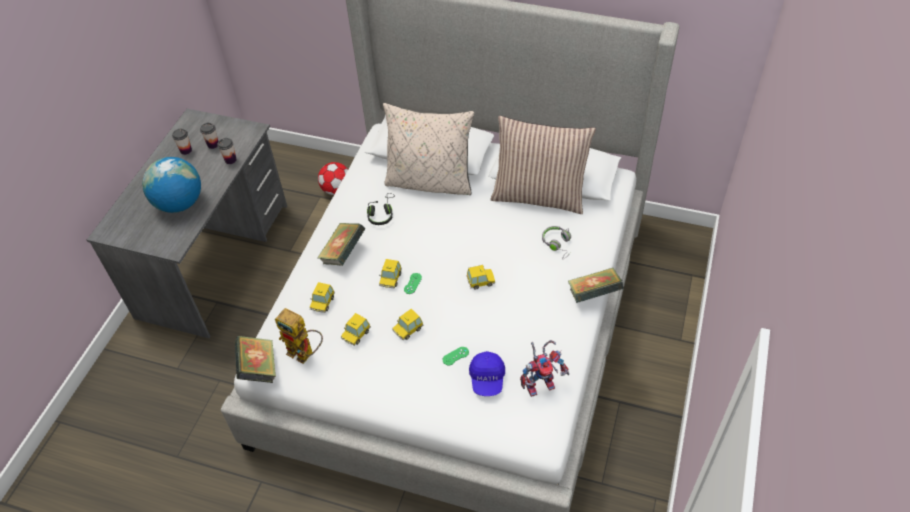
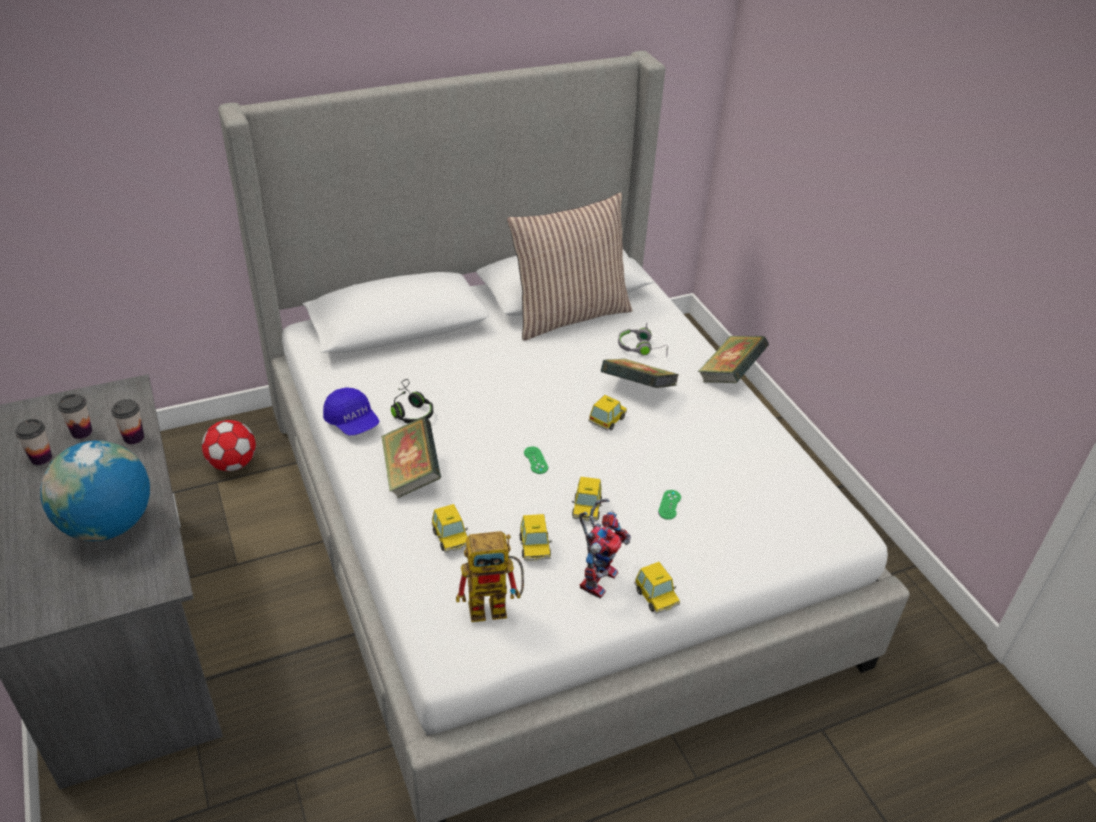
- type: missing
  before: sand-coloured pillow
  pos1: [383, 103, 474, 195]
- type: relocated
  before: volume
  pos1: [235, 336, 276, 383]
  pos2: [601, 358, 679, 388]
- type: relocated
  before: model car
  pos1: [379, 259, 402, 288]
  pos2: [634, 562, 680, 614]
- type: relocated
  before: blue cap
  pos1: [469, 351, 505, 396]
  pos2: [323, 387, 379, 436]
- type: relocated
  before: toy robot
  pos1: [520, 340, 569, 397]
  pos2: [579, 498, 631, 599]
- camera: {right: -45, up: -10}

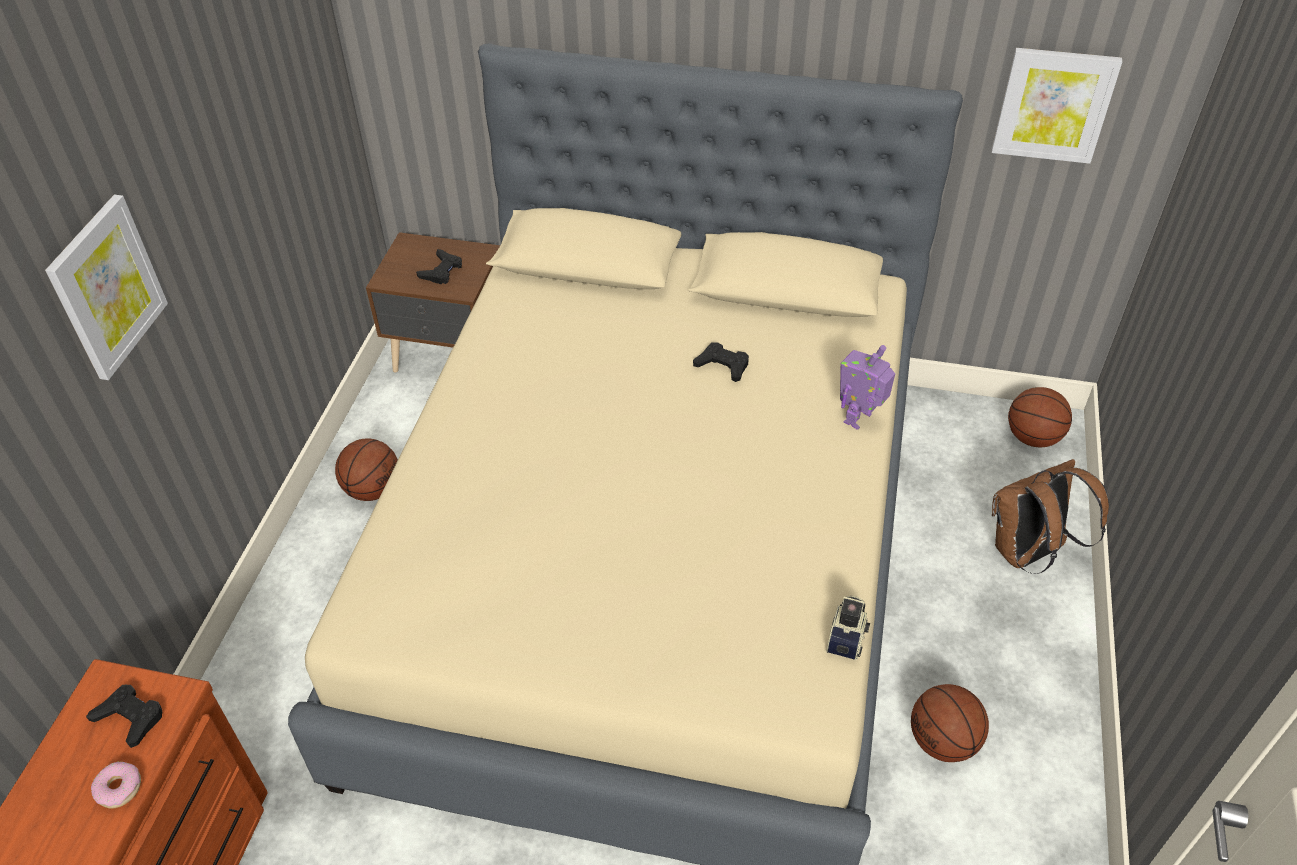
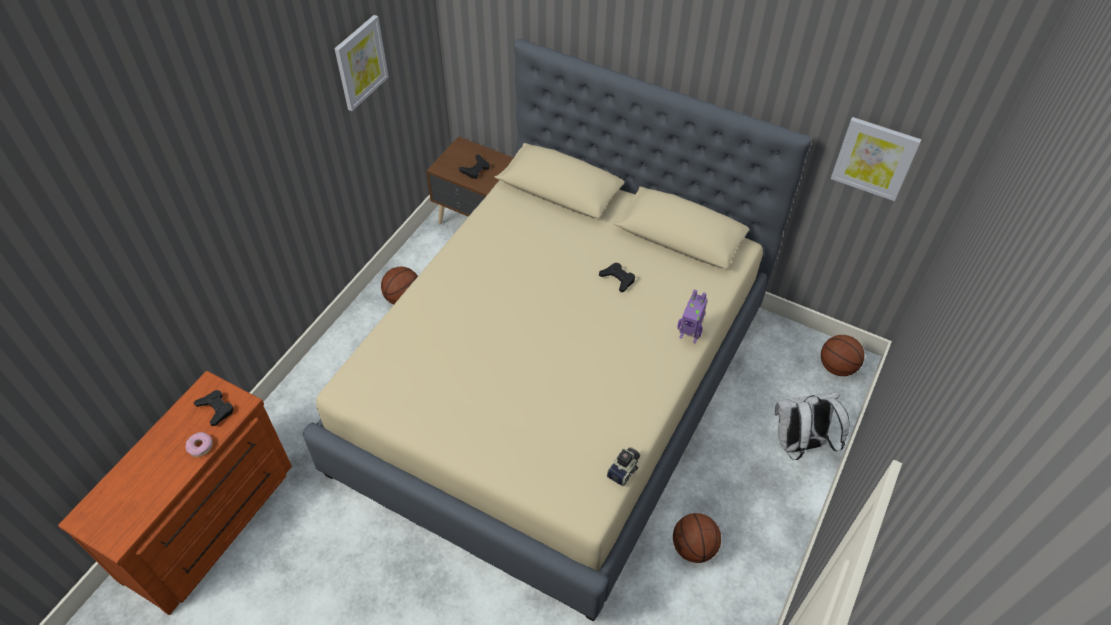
- type: relocated
  before: picture
  pos1: [45, 194, 168, 380]
  pos2: [334, 15, 389, 111]
- type: colour
  before: brownish knapsack
  after: whitish knapsack
  pos1: [992, 459, 1109, 574]
  pos2: [775, 392, 850, 460]
- type: spun
  before: toy robot
  pos1: [840, 345, 895, 430]
  pos2: [677, 289, 707, 344]
  turn: -120
- camera: {right: 15, up: 5}

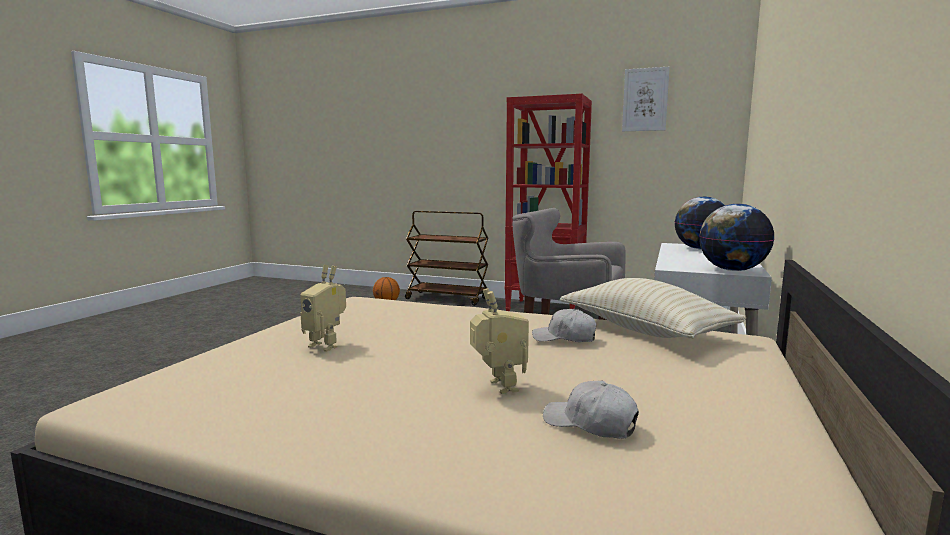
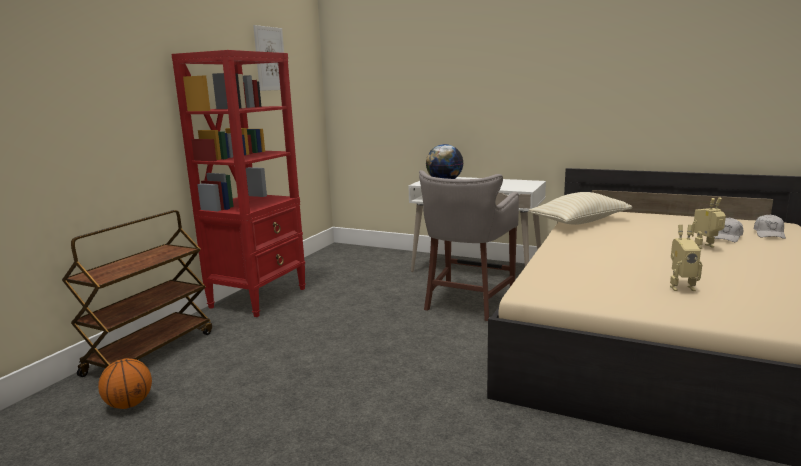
- type: missing
  before: desk globe
  pos1: [699, 204, 775, 271]
- type: relocated
  before: whitish cap
  pos1: [532, 309, 597, 342]
  pos2: [754, 214, 786, 239]
- type: spun
  before: toy robot
  pos1: [300, 265, 346, 352]
  pos2: [670, 225, 702, 291]
  turn: 60
- camera: {right: -85, up: 5}

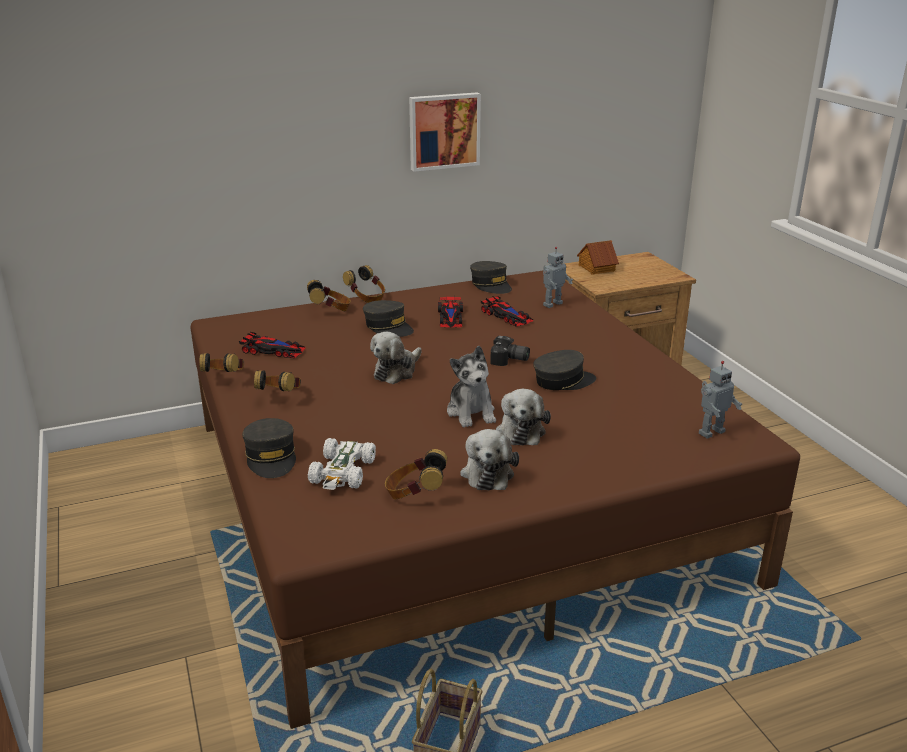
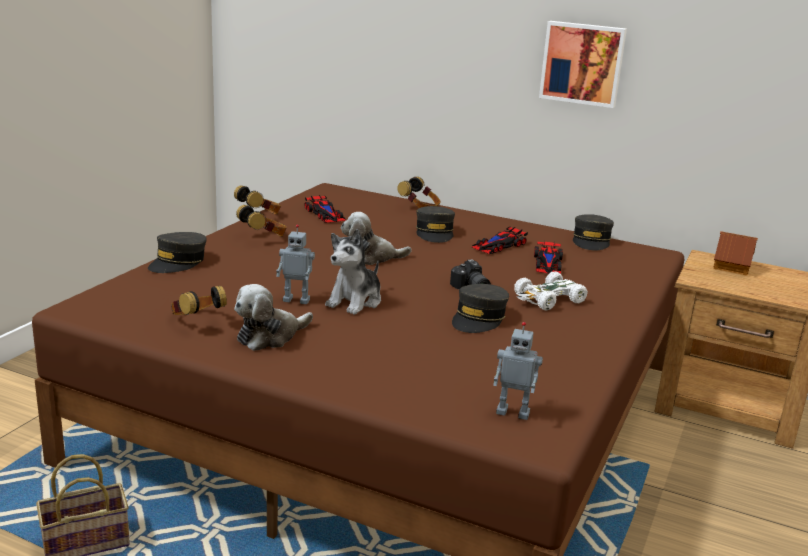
- type: missing
  before: headphones
  pos1: [343, 265, 385, 303]
- type: missing
  before: cuddly toy
  pos1: [496, 389, 551, 445]
- type: relocated
  before: whitish model car
  pos1: [308, 438, 376, 490]
  pos2: [514, 271, 588, 311]
- type: relocated
  before: toy robot
  pos1: [543, 247, 573, 308]
  pos2: [276, 224, 315, 304]
- type: spun
  before: greyish cap
  pos1: [533, 350, 596, 390]
  pos2: [452, 284, 509, 333]
  turn: 90
- camera: {right: 45, up: -5}

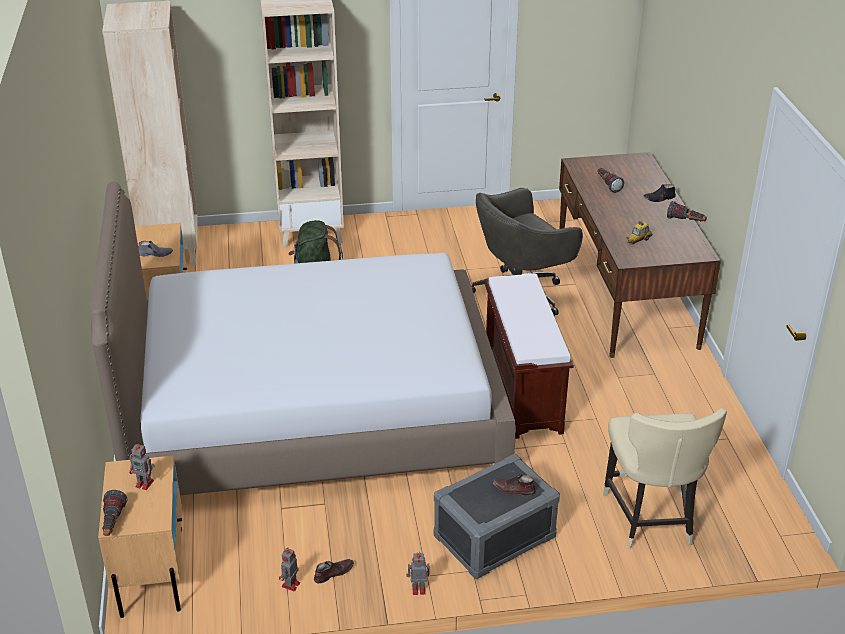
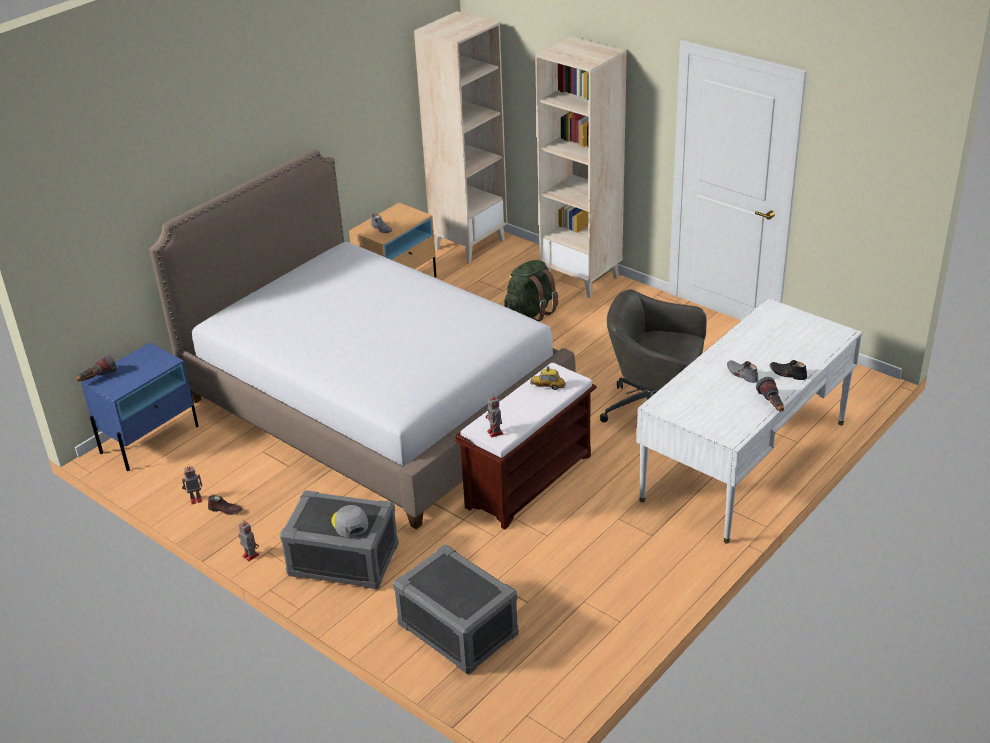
- type: missing
  before: torch
  pos1: [597, 168, 624, 193]
- type: appeared
  after: greyish item of footwear
  pos2: [727, 360, 758, 383]
- type: relocated
  before: toy robot
  pos1: [129, 442, 155, 490]
  pos2: [486, 394, 503, 438]
- type: relocated
  before: model car
  pos1: [626, 221, 653, 244]
  pos2: [530, 366, 566, 390]
- type: exchanged
  before: brownish item of footwear
  after: greyish cap
  pos1: [493, 474, 536, 495]
  pos2: [331, 505, 368, 537]
- type: exchanged
  before: sand-coloured upright chair
  after: greyish storage container
  pos1: [603, 408, 727, 549]
  pos2: [393, 544, 519, 674]
- type: colour
  before: sand-coloured night table
  after: blue night table
  pos1: [98, 455, 182, 618]
  pos2: [81, 343, 199, 471]
- type: colour
  before: brownish desk
  after: whitish desk
  pos1: [559, 152, 721, 358]
  pos2: [637, 298, 862, 544]
- camera: {right: 50, up: 0}

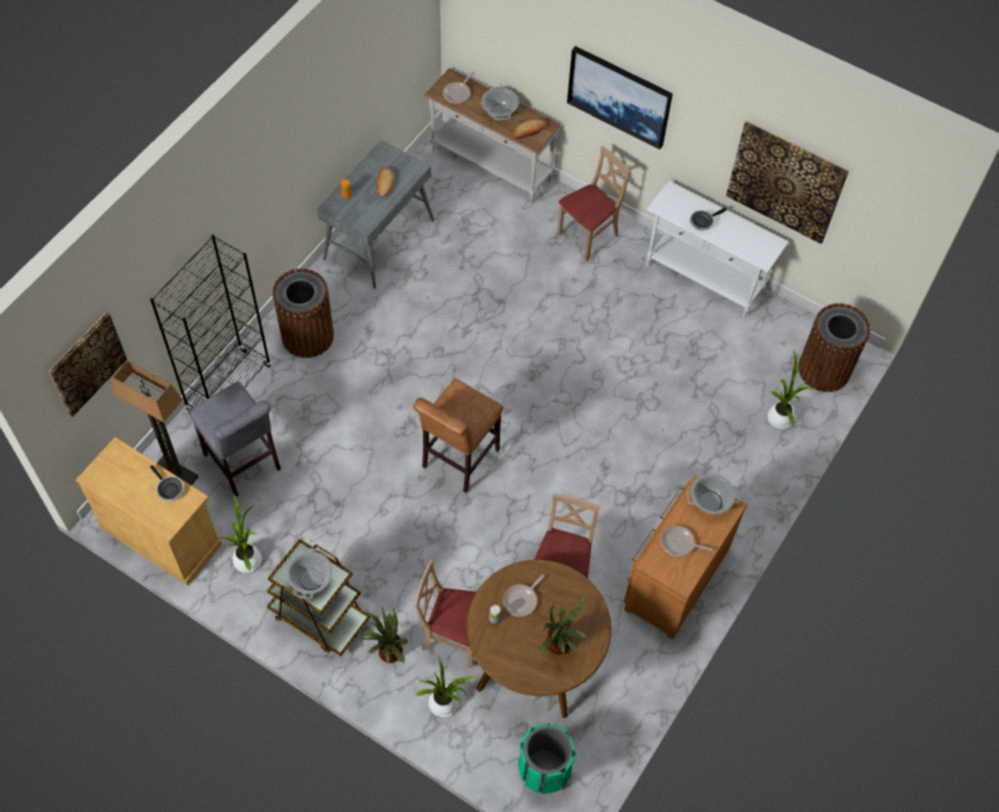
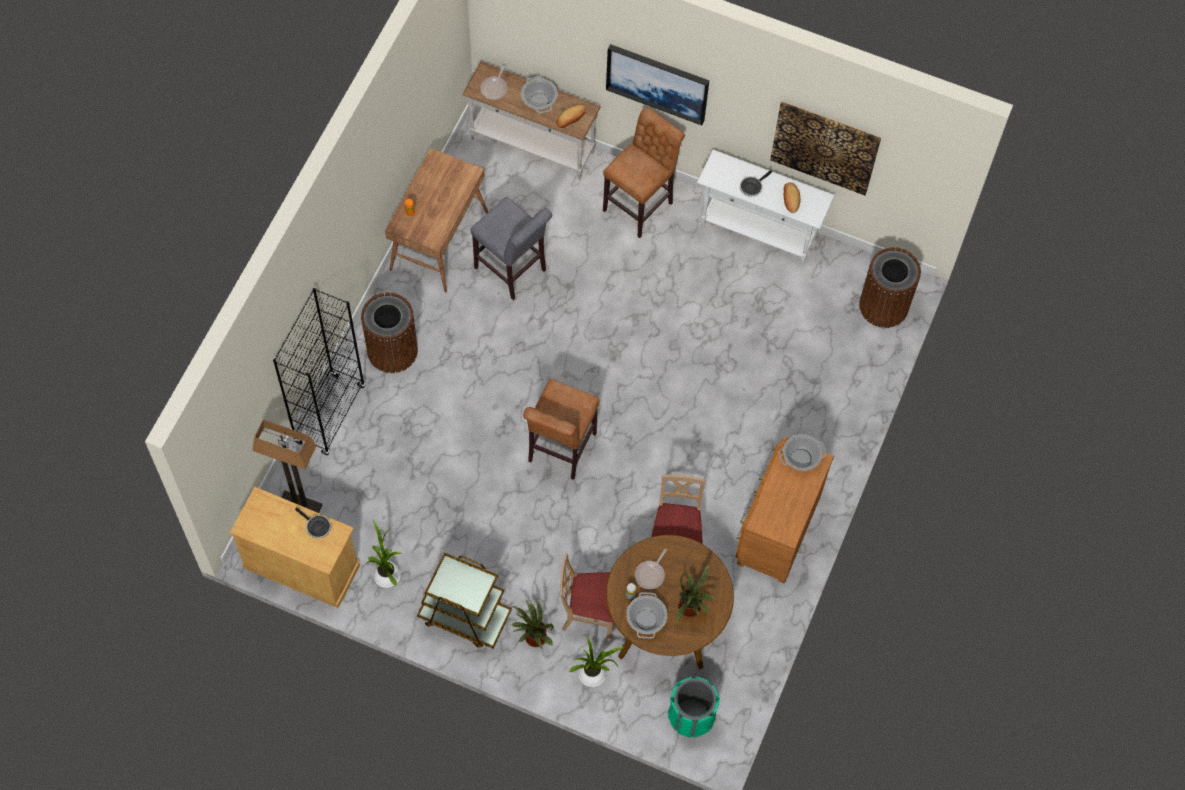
- type: missing
  before: picture
  pos1: [48, 312, 127, 417]
- type: missing
  before: frying pan
  pos1: [661, 526, 713, 557]
- type: missing
  before: houseplant
  pos1: [767, 350, 814, 429]
- type: relocated
  before: greyish stool seat
  pos1: [188, 381, 281, 497]
  pos2: [470, 197, 552, 300]
- type: relocated
  before: cooking pot
  pos1: [287, 548, 333, 599]
  pos2: [626, 592, 668, 639]
- type: relocated
  before: baked bread
  pos1: [376, 168, 395, 196]
  pos2: [784, 183, 800, 213]
- type: exchanged
  before: sand-coloured upright chair
  after: brownish stool seat
  pos1: [557, 146, 631, 262]
  pos2: [603, 107, 685, 238]
- type: colour
  before: greyish desk
  after: brownish desk
  pos1: [317, 140, 434, 289]
  pos2: [385, 148, 488, 293]
- camera: {right: -10, up: 5}

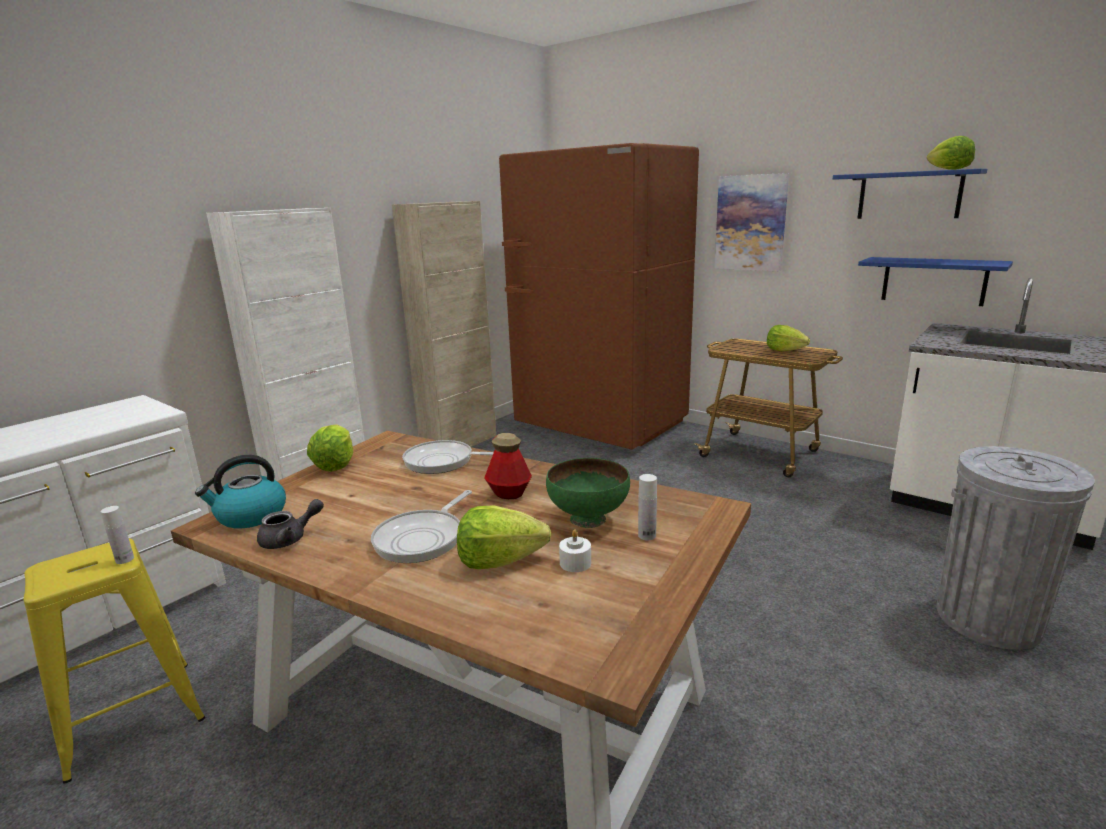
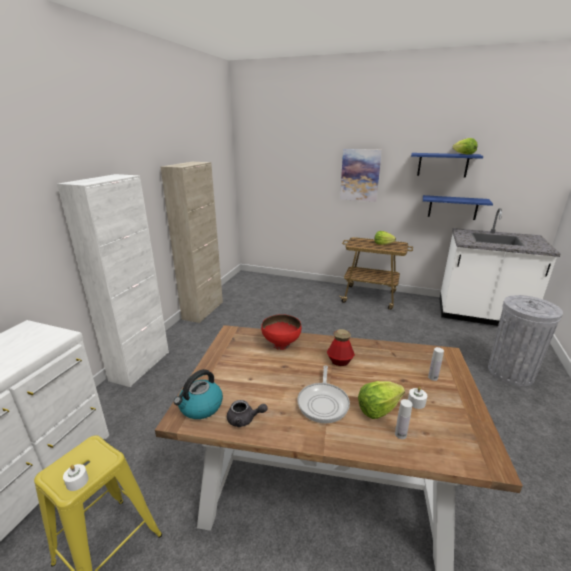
- type: missing
  before: lettuce head
  pos1: [307, 424, 353, 472]
- type: missing
  before: brownish kitchen fridge
  pos1: [499, 143, 699, 450]
- type: missing
  before: green bowl
  pos1: [546, 458, 630, 528]
- type: appeared
  after: whitish wax candle
  pos2: [63, 464, 89, 491]
- type: relocated
  before: whitish beverage bottle
  pos1: [101, 506, 134, 564]
  pos2: [395, 399, 412, 439]
- type: exchanged
  before: frying pan
  after: red bowl
  pos1: [402, 440, 494, 474]
  pos2: [261, 314, 302, 350]
- type: spun
  before: greyish tea pot
  pos1: [257, 499, 324, 549]
  pos2: [227, 400, 267, 427]
  turn: 60
- camera: {right: -20, up: 5}

